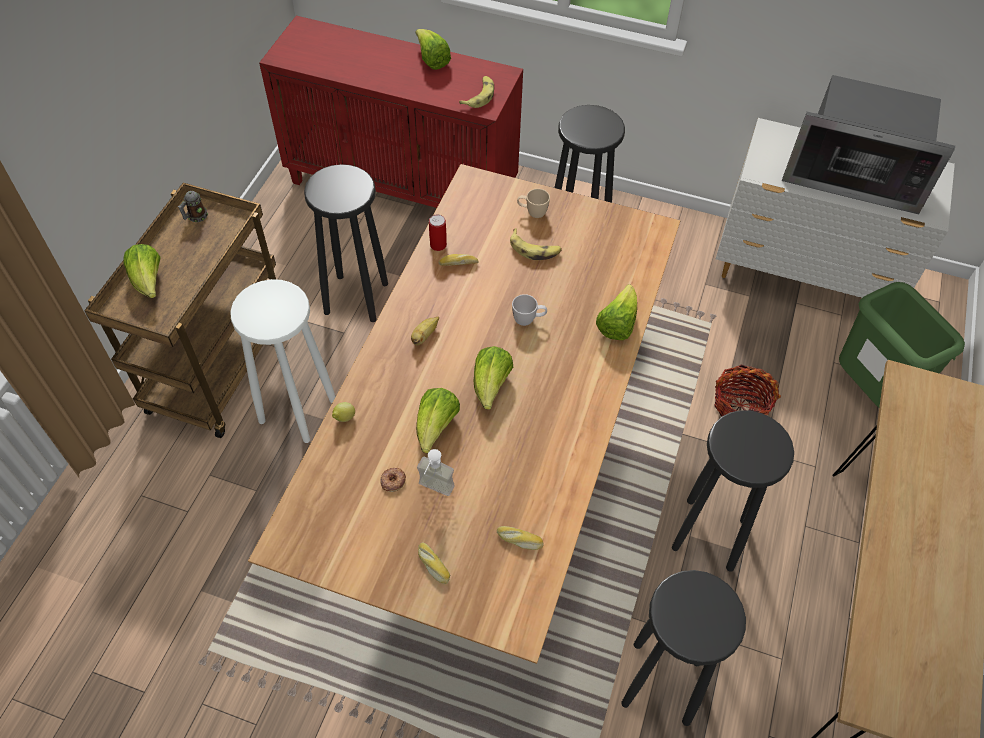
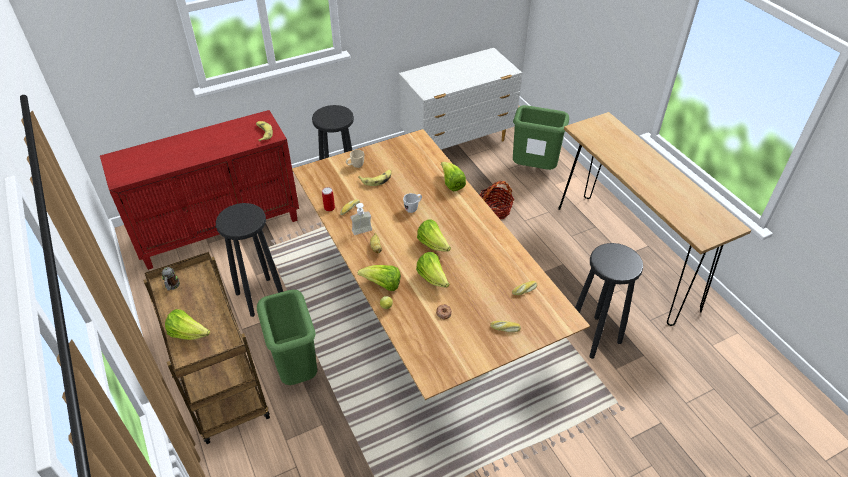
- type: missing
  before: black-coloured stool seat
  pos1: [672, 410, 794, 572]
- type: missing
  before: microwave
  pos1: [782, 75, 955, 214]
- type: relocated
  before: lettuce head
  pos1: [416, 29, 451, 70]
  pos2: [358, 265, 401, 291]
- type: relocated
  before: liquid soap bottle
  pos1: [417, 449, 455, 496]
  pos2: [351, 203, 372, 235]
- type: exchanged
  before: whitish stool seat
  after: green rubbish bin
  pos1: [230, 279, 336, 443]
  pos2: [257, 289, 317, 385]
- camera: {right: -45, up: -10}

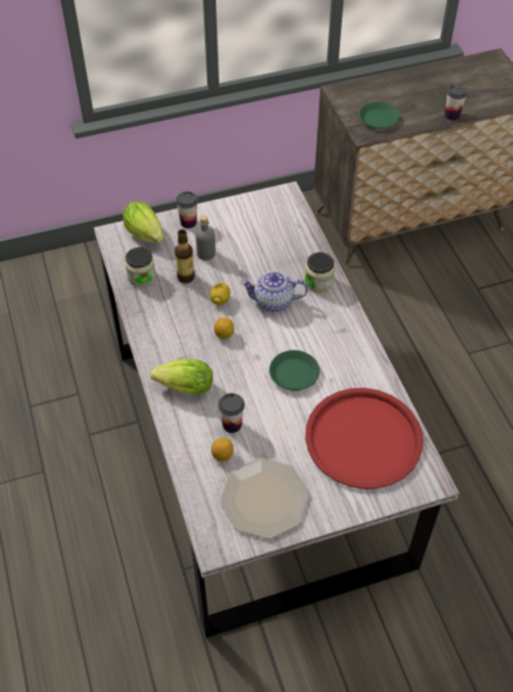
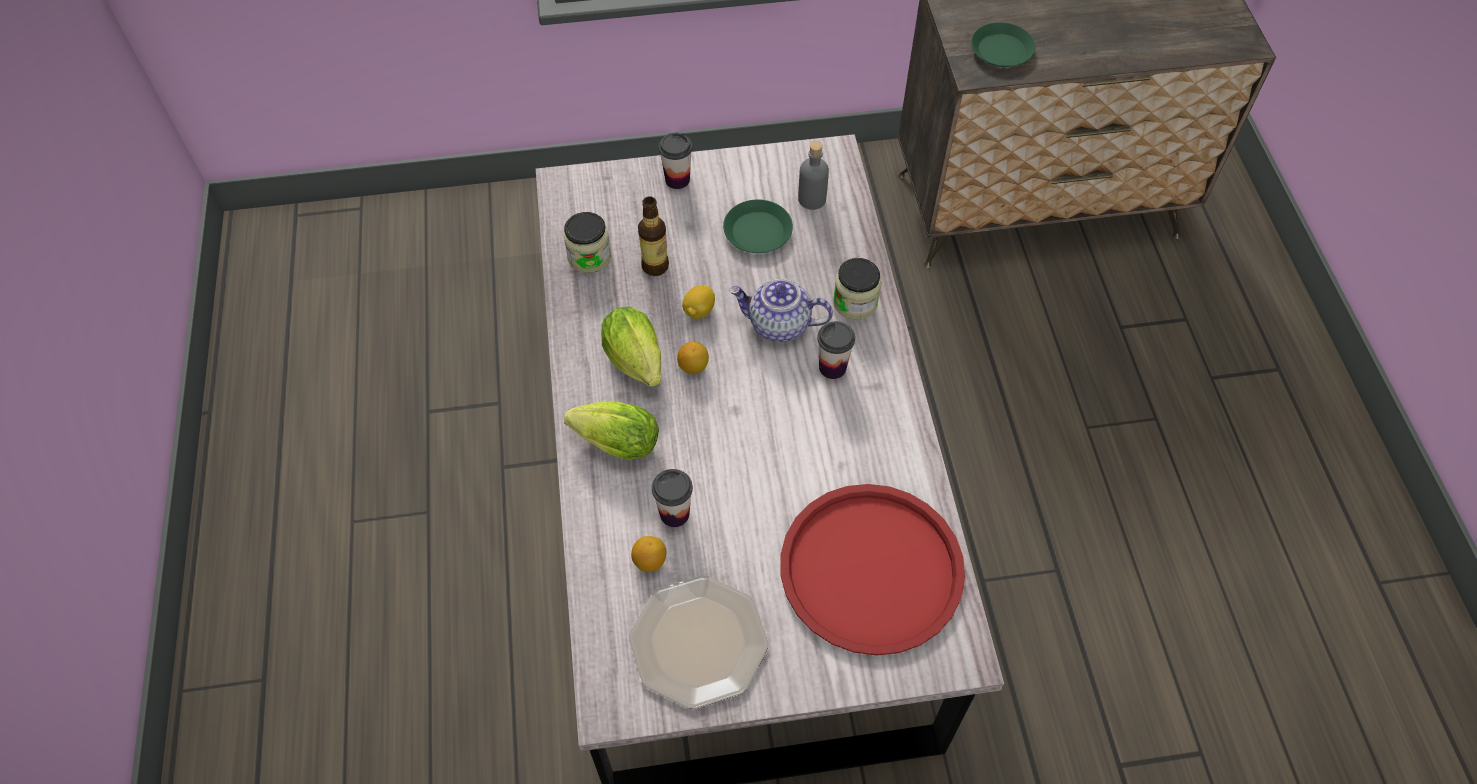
- type: relocated
  before: lettuce head
  pos1: [123, 201, 164, 243]
  pos2: [601, 307, 661, 387]
- type: relocated
  before: greyish beverage bottle
  pos1: [195, 215, 216, 260]
  pos2: [798, 141, 829, 210]
- type: relocated
  before: green plate
  pos1: [269, 350, 320, 391]
  pos2: [723, 199, 793, 253]
- type: relocated
  before: drinking cup
  pos1: [445, 84, 468, 120]
  pos2: [817, 321, 855, 379]
- camera: {right: 10, up: 5}

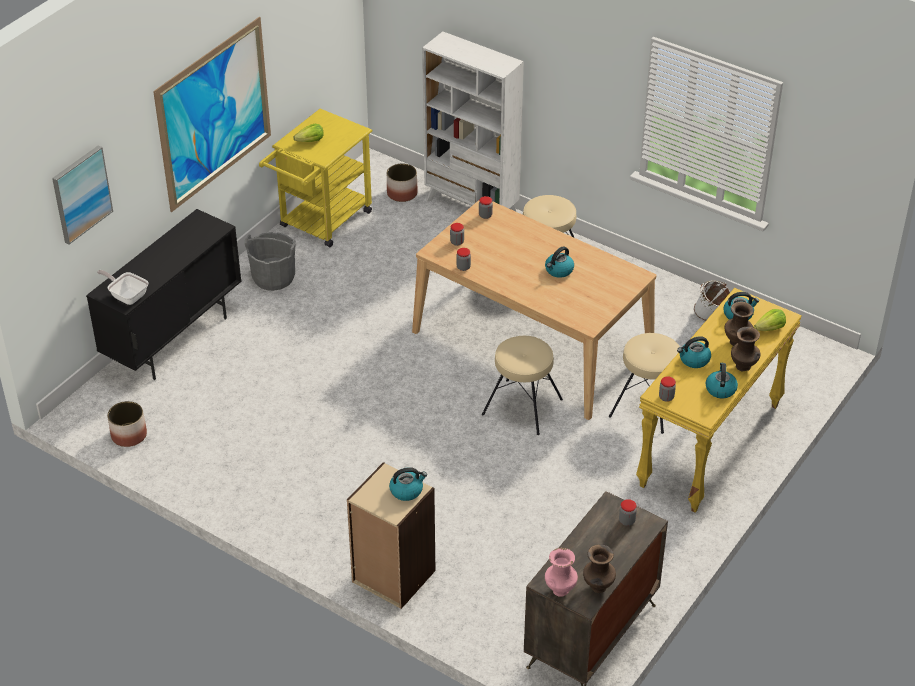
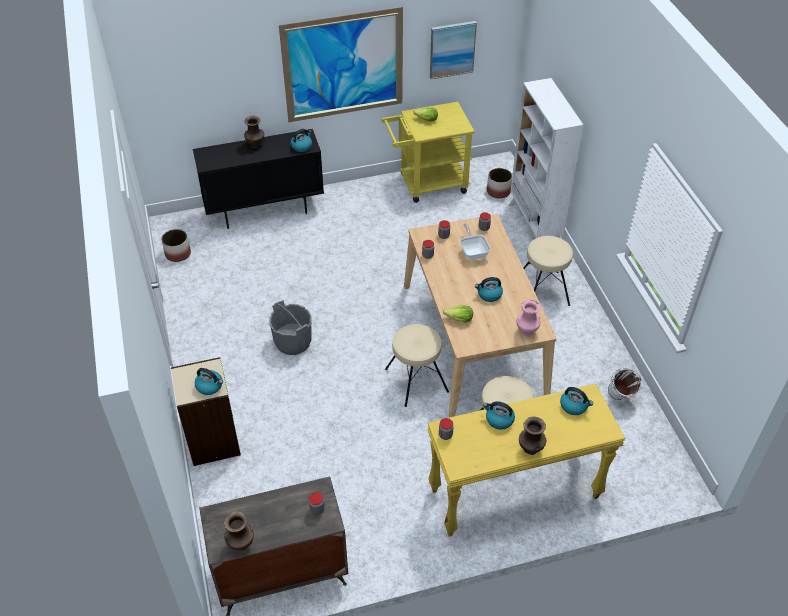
- type: relocated
  before: picture
  pos1: [52, 145, 113, 245]
  pos2: [430, 21, 477, 79]
- type: relocated
  before: frying pan
  pos1: [97, 270, 149, 305]
  pos2: [460, 224, 491, 260]
- type: relocated
  before: greyish pail
  pos1: [244, 232, 296, 291]
  pos2: [269, 300, 312, 355]
- type: relocated
  before: pink decorative vase
  pos1: [545, 548, 578, 597]
  pos2: [516, 300, 541, 336]
- type: relocated
  before: kettle
  pos1: [706, 363, 738, 398]
  pos2: [290, 129, 312, 152]
- type: relocated
  before: brownish decorative vase
  pos1: [724, 302, 754, 346]
  pos2: [244, 116, 264, 148]
- type: relocated
  before: lettuce head
  pos1: [754, 309, 786, 331]
  pos2: [443, 306, 473, 323]
- camera: {right: 40, up: 5}

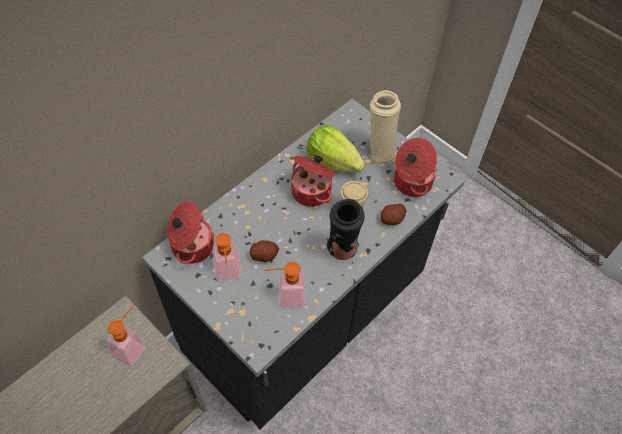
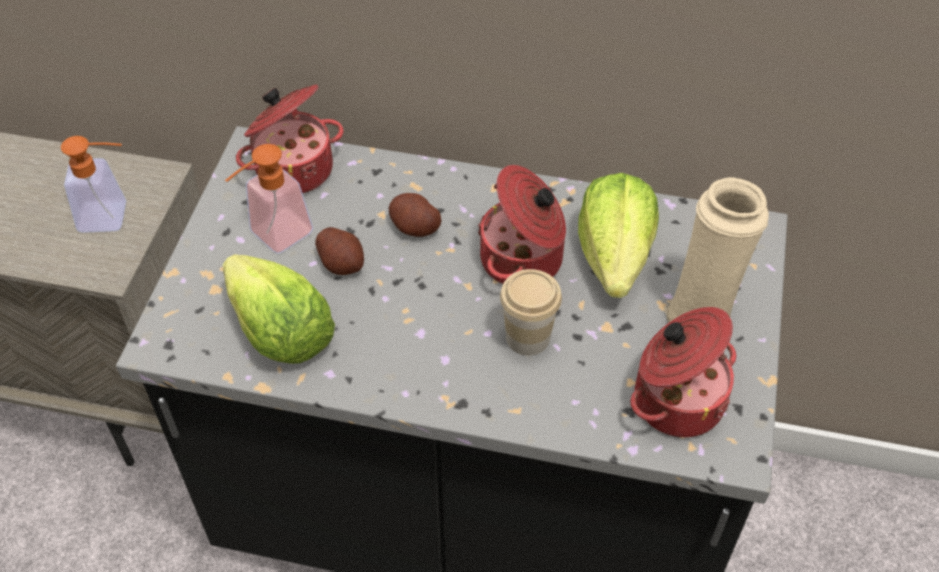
- type: missing
  before: black-coloured decorative vase
  pos1: [327, 199, 365, 260]
- type: relocated
  before: potato
  pos1: [381, 204, 406, 225]
  pos2: [389, 193, 442, 237]
- type: exchanged
  before: liquid soap bottle
  after: lettuce head
  pos1: [265, 262, 306, 309]
  pos2: [223, 254, 335, 364]
- camera: {right: 60, up: -5}

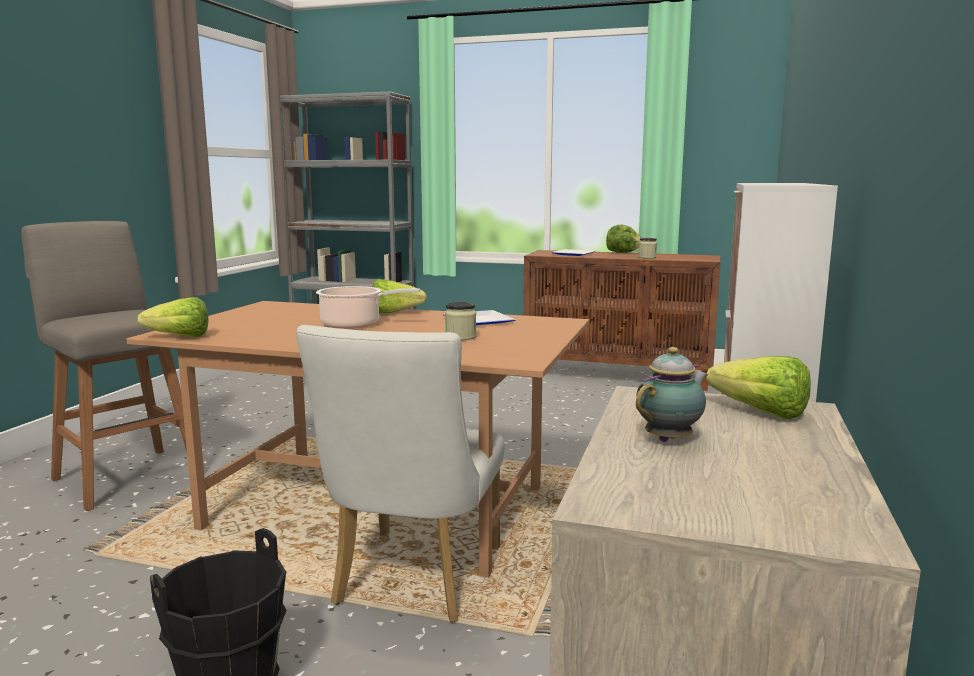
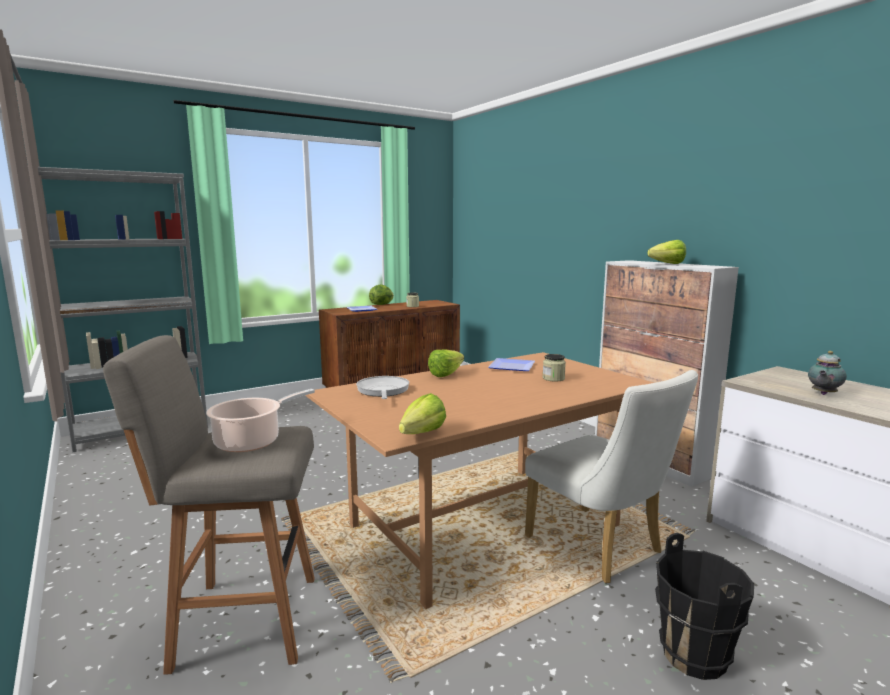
- type: appeared
  after: frying pan
  pos2: [356, 376, 409, 399]
- type: relocated
  before: cooking pot
  pos1: [316, 286, 420, 329]
  pos2: [206, 389, 315, 452]
- type: relocated
  before: lettuce head
  pos1: [706, 356, 811, 419]
  pos2: [647, 240, 686, 264]
- type: spun
  before: tea pot
  pos1: [636, 347, 708, 442]
  pos2: [808, 351, 847, 395]
  turn: -135
- camera: {right: -50, up: 0}

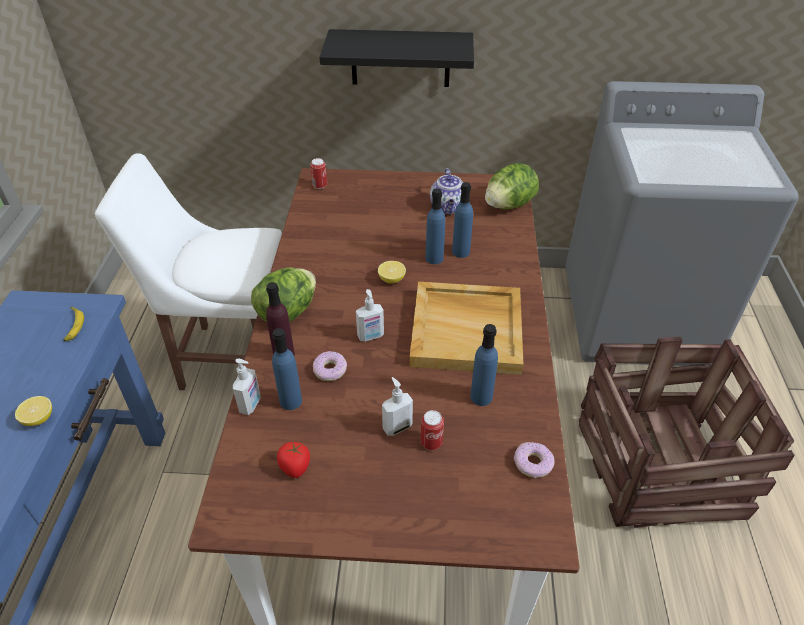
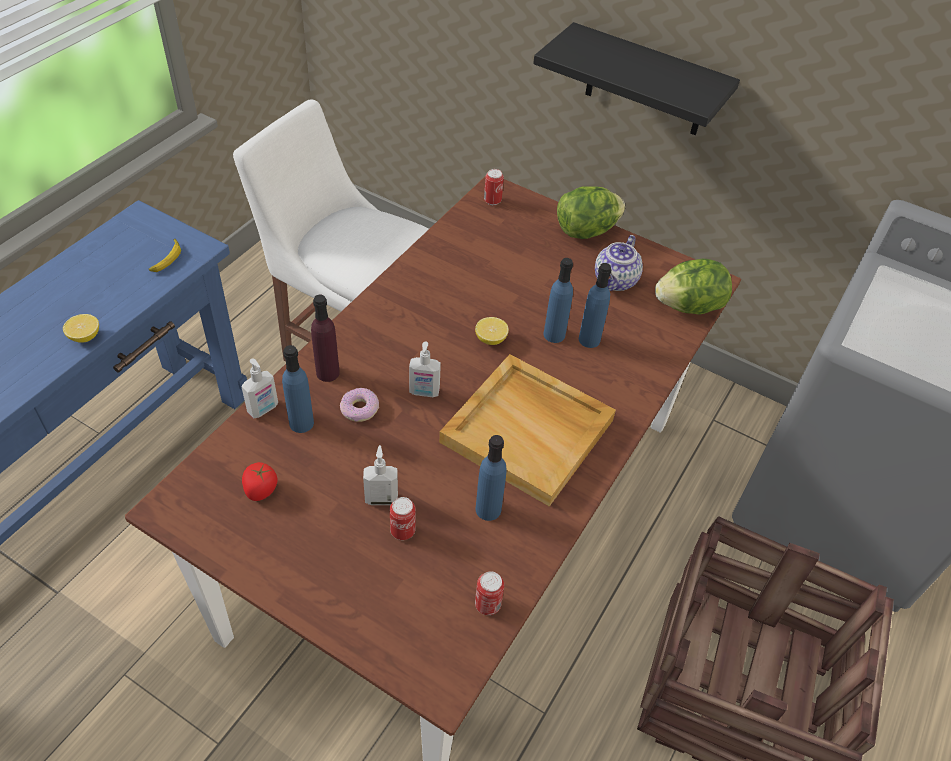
- type: relocated
  before: lettuce head
  pos1: [251, 267, 316, 323]
  pos2: [557, 186, 625, 239]
- type: exchanged
  before: doughnut
  after: metal can
  pos1: [514, 442, 554, 478]
  pos2: [475, 571, 504, 615]
- camera: {right: 25, up: 5}

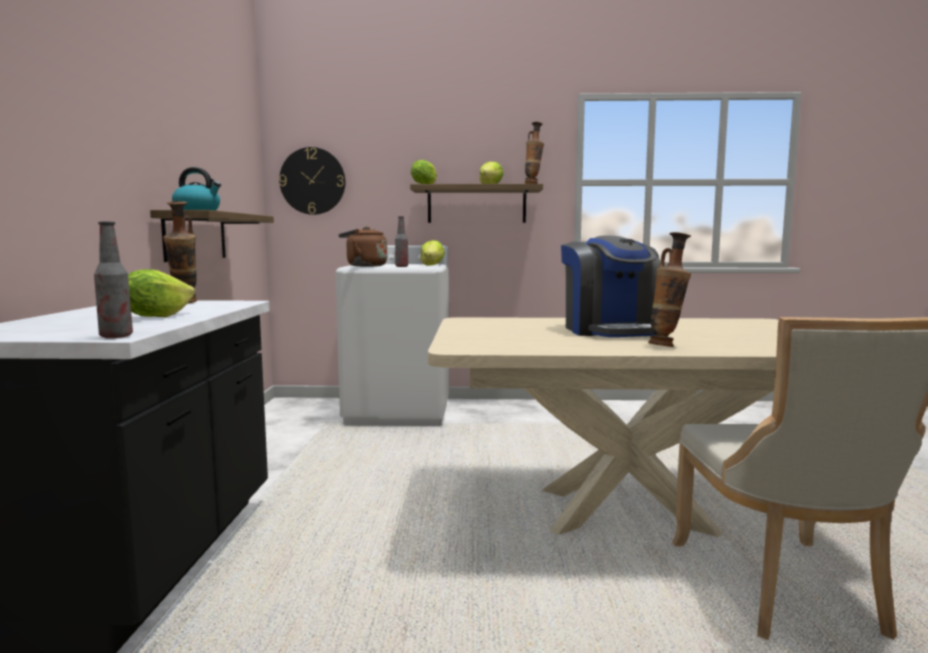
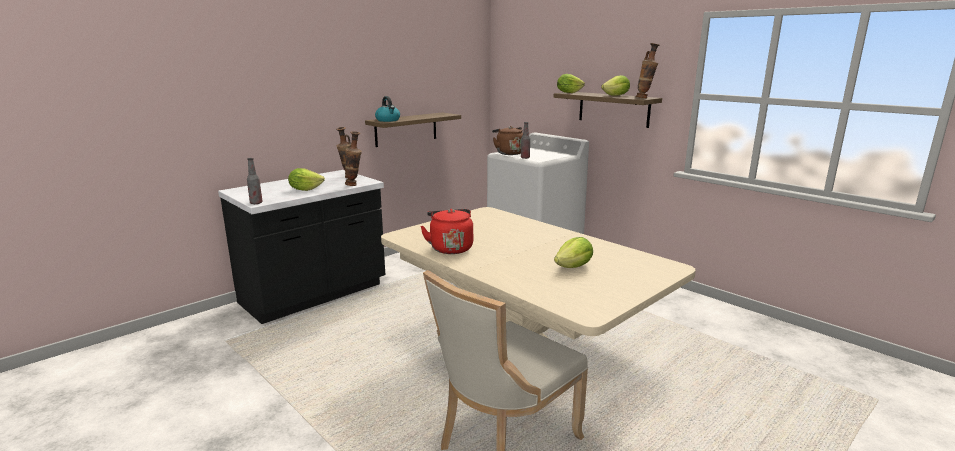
- type: missing
  before: hanging clock
  pos1: [279, 147, 345, 215]
- type: missing
  before: coffee maker
  pos1: [561, 236, 660, 337]
- type: appeared
  after: red kettle
  pos2: [420, 209, 473, 254]
- type: relocated
  before: lettuce head
  pos1: [420, 240, 445, 266]
  pos2: [554, 237, 593, 268]
- type: relocated
  before: decorative vase
  pos1: [648, 232, 691, 347]
  pos2: [345, 131, 362, 186]
- camera: {right: 45, up: 10}

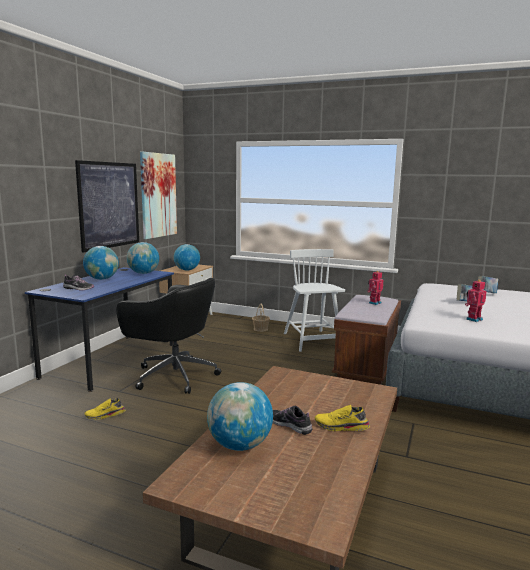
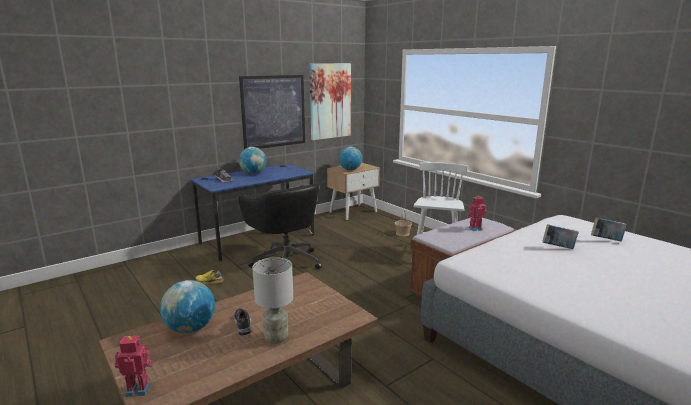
- type: missing
  before: desk globe
  pos1: [127, 242, 159, 274]
- type: relocated
  before: toy robot
  pos1: [465, 280, 487, 322]
  pos2: [115, 336, 153, 397]
- type: exchanged
  before: yellow item of footwear
  after: greyish tabletop lamp
  pos1: [315, 405, 370, 431]
  pos2: [252, 257, 293, 344]
- camera: {right: 30, up: 5}

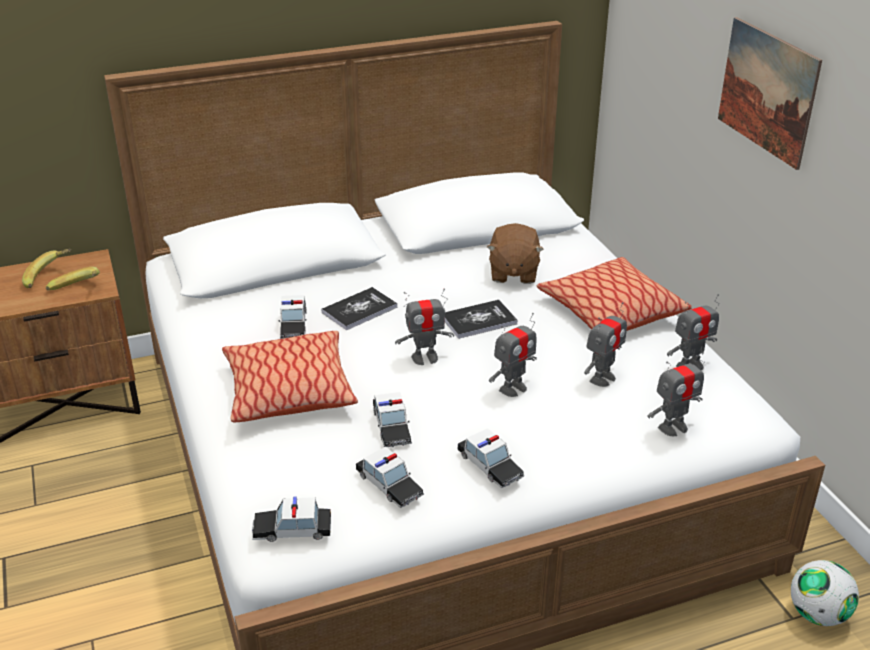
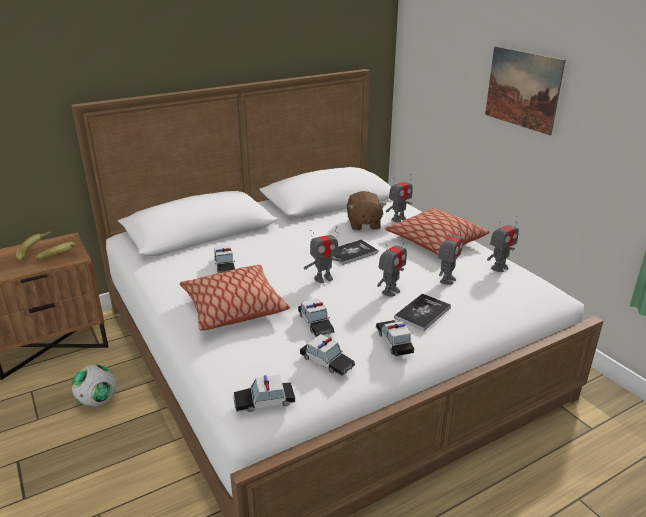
- type: relocated
  before: volume
  pos1: [321, 287, 398, 330]
  pos2: [394, 293, 451, 331]
- type: relocated
  before: toy robot
  pos1: [648, 352, 704, 436]
  pos2: [386, 174, 413, 223]
- type: relocated
  before: ball for football
  pos1: [791, 560, 859, 626]
  pos2: [72, 365, 116, 407]
- type: spun
  before: model car
  pos1: [458, 428, 524, 488]
  pos2: [375, 320, 414, 356]
  turn: -150
- camera: {right: -10, up: -5}

